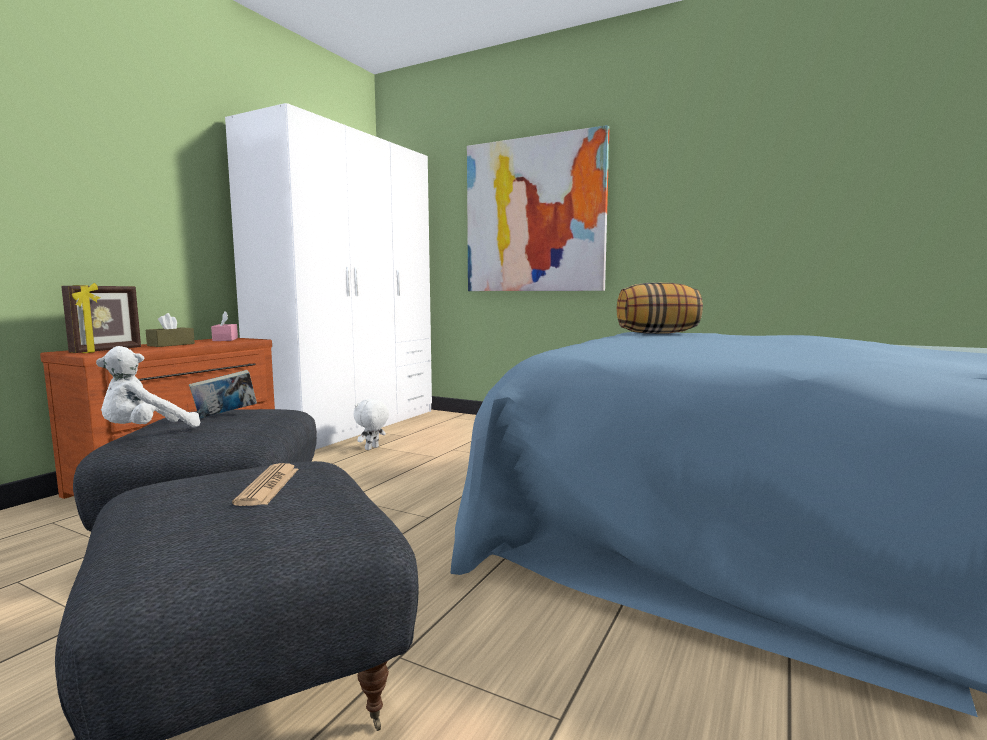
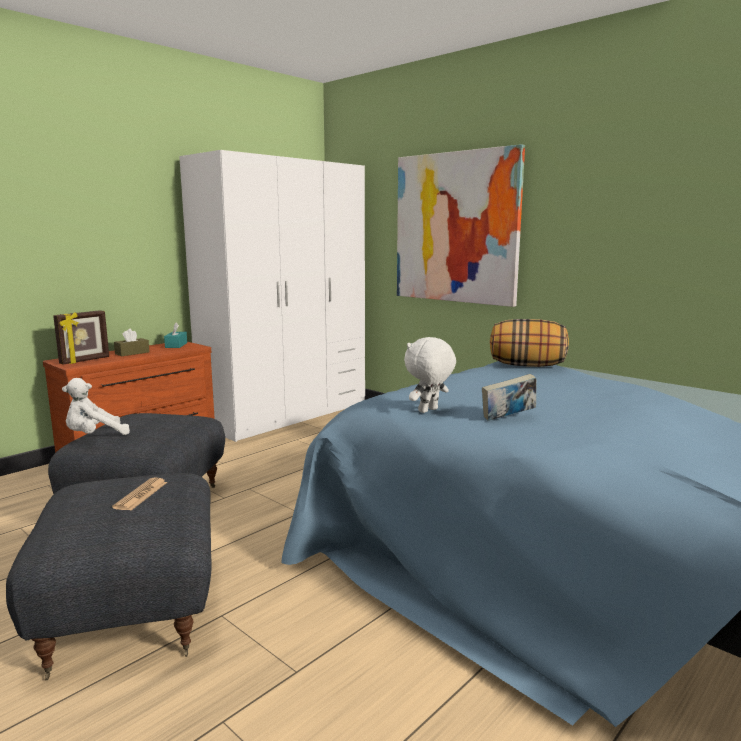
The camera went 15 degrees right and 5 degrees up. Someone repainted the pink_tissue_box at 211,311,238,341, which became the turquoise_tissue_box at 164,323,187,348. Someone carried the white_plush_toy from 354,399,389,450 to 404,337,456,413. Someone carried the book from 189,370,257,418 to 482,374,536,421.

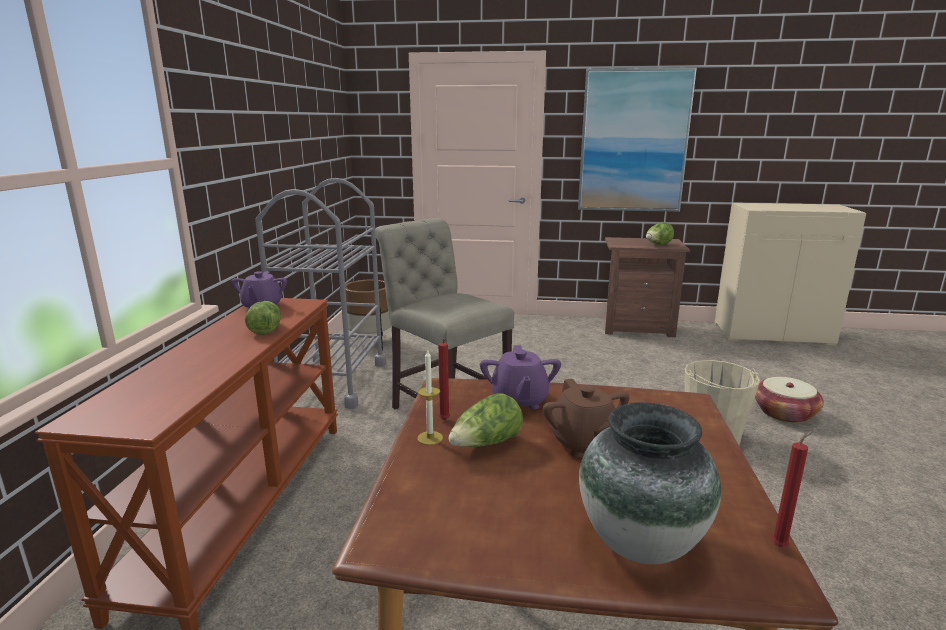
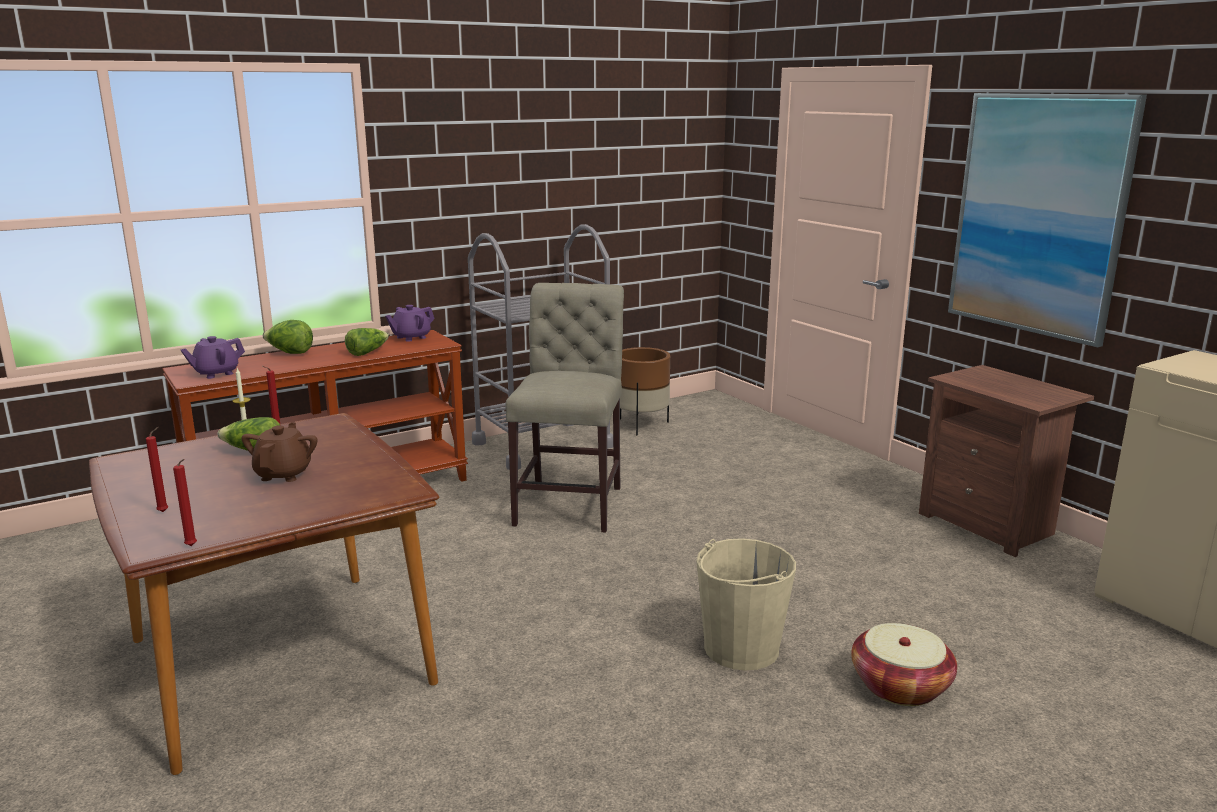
The camera went 50 degrees right and 0 degrees up. Someone swapped the vase at 579,402,721,564 for the red_candle at 146,427,168,512. Someone carried the purple_teapot from 480,345,561,409 to 181,336,245,379. Someone rotated the brown_teapot at 543,379,630,457 by 150 degrees clockwise. Someone carried the lettuce from 646,222,674,245 to 263,320,313,354.

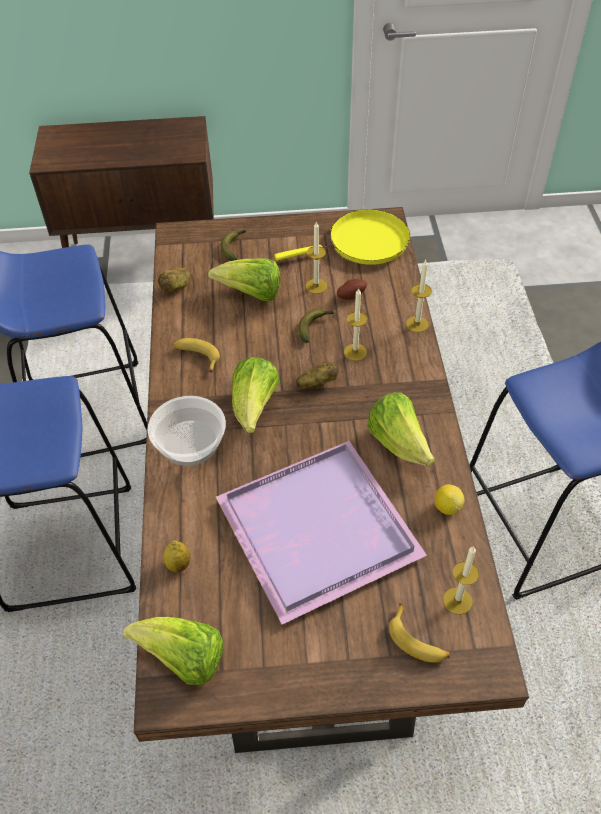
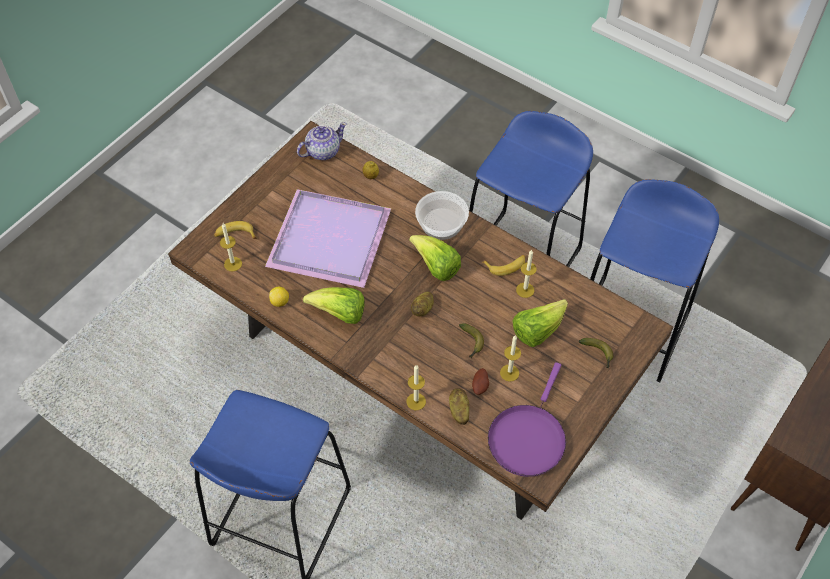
The camera went 130 degrees right and 5 degrees up. Someone swapped the lettuce at 123,617,224,685 for the teapot at 297,122,347,160. Someone carried the potato from 158,268,190,292 to 449,388,469,425. Someone repainted the yellow_frying_pan at 275,209,410,265, which became the purple_frying_pan at 488,362,566,477. Someone carried the candle from 344,288,367,361 to 516,249,537,298.

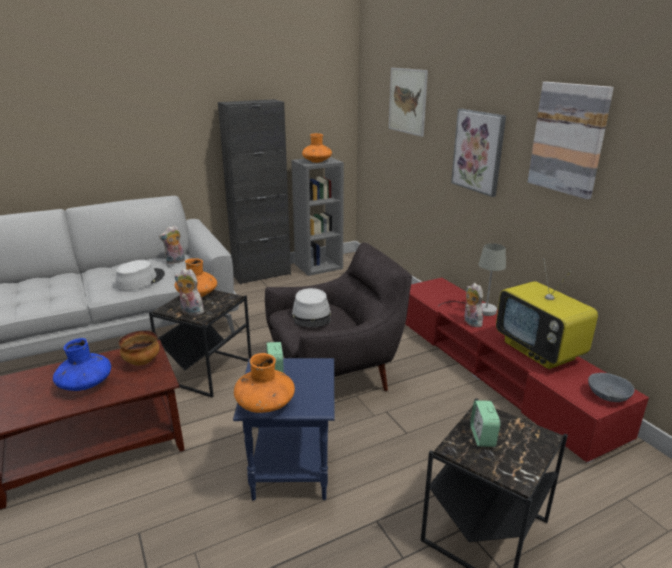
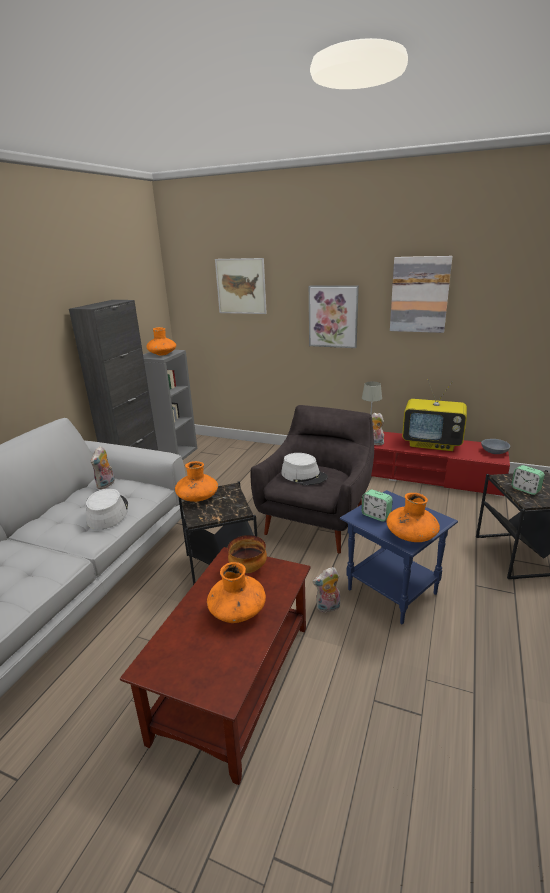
The camera went 40 degrees left and 0 degrees up. Someone repainted the blue_vase at 53,338,111,391, which became the orange_vase at 207,562,266,623. Someone carried the plush_toy from 175,268,204,315 to 313,567,340,613.

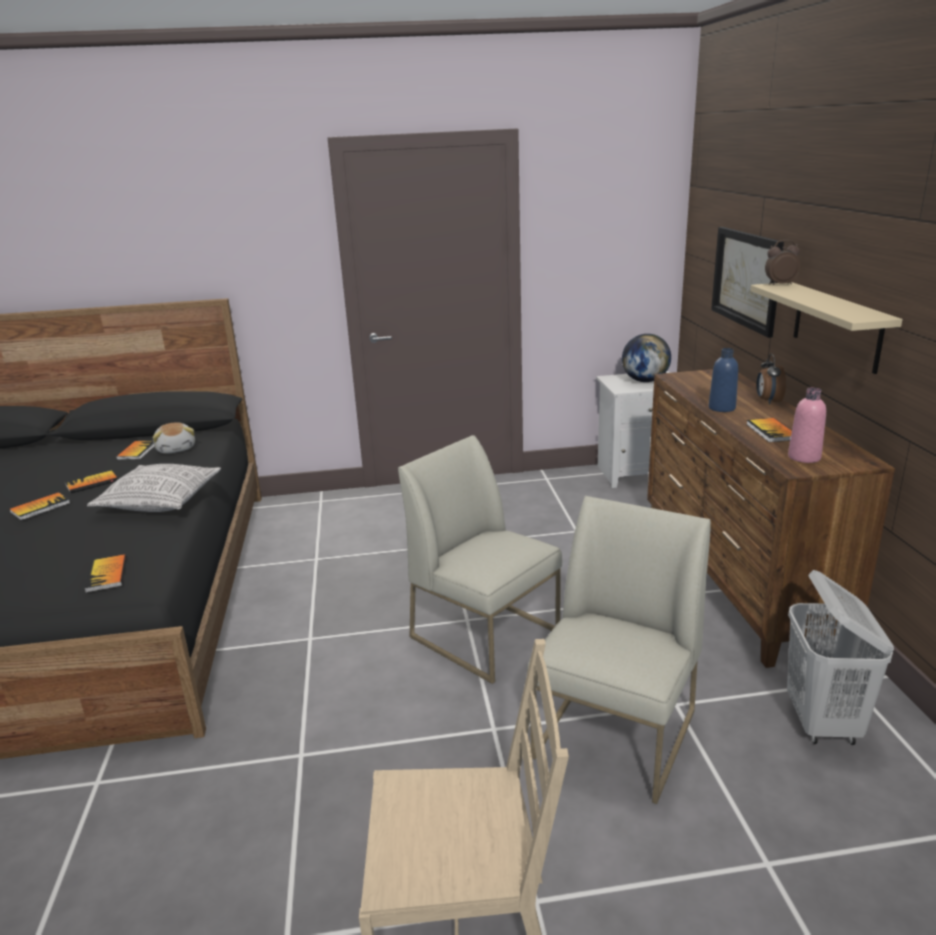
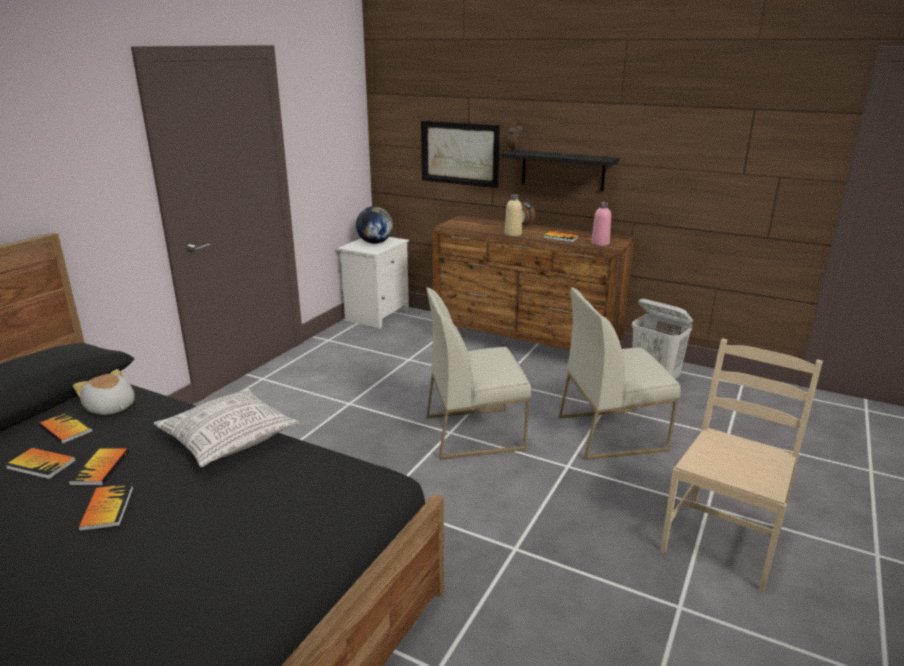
The camera went 55 degrees left and 0 degrees up. Someone carried the book from 84,554,127,593 to 5,448,76,479. Someone rotated the plush_toy at 152,422,195,454 by 150 degrees counterclockwise. Someone repainted the beige_shelf at 750,282,902,374, which became the black_shelf at 501,150,619,191. Someone repainted the blue_bottle at 709,348,738,412, which became the beige_bottle at 505,194,522,236. Someone rotated the white_chair at 527,496,711,804 by 75 degrees counterclockwise.

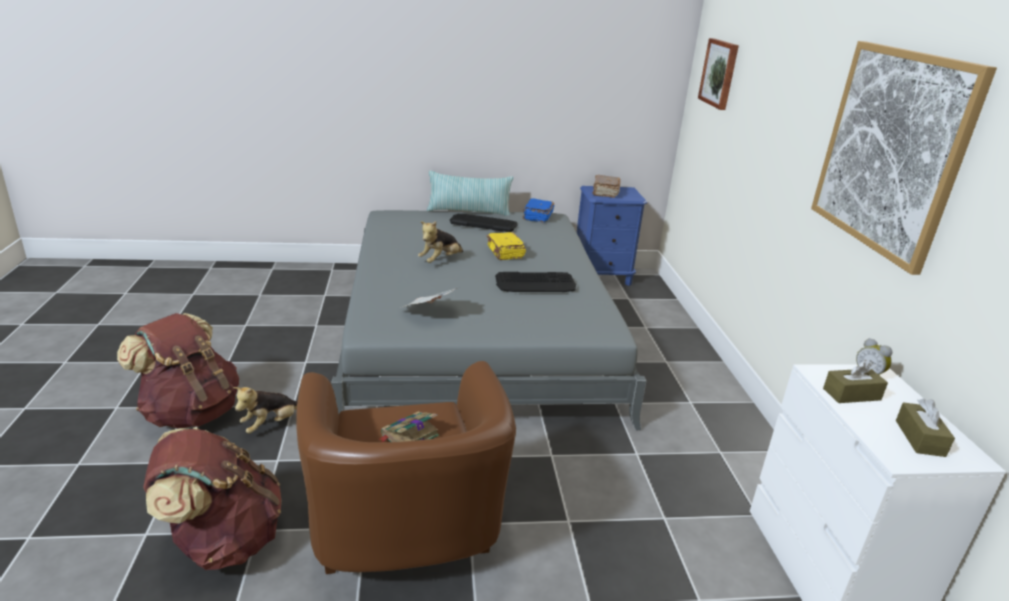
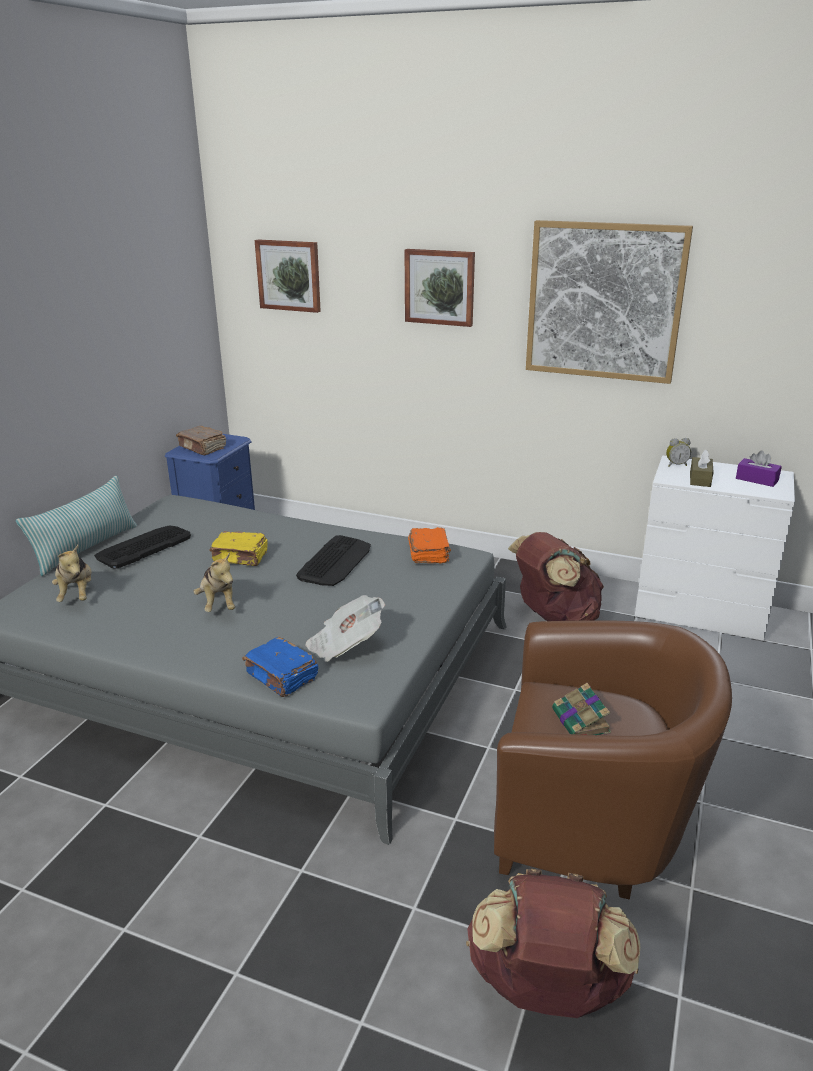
The camera went 60 degrees left and 0 degrees up. Someone carried the plush_toy from 233,387,297,434 to 52,545,91,602. Someone carried the blue_book from 523,199,554,223 to 242,637,318,697. Someone put up the picture at 405,249,475,327. Someone put down the orange_book at 408,527,451,564. Someone carried the brown_backpack from 117,313,239,428 to 508,532,604,621. Someone repainted the brown_tissue_box at 896,399,955,457, which became the purple_tissue_box at 736,450,782,487.

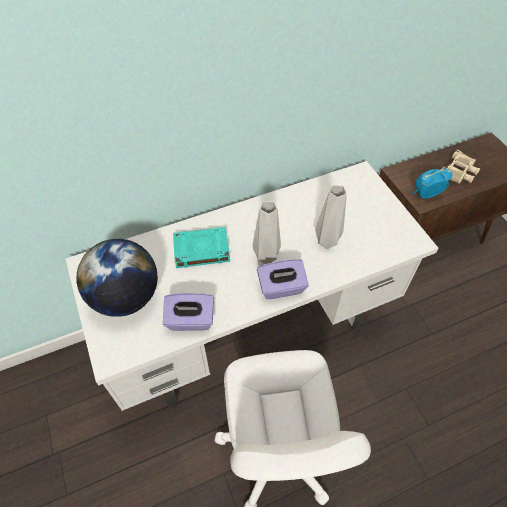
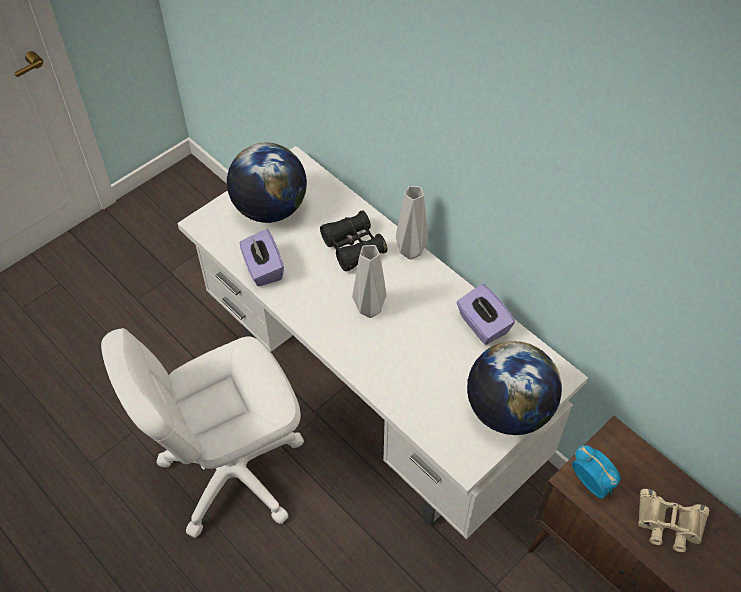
The camera went 70 degrees right and 0 degrees up. Someone swapped the turquoise_book at 173,227,230,268 for the black_binoculars at 320,210,387,271. Someone carried the grey_vase from 315,185,347,249 to 396,186,428,260. Someone carried the purple_tissue_box from 257,259,309,299 to 457,284,515,345. Someone put down the globe at 467,341,562,435.

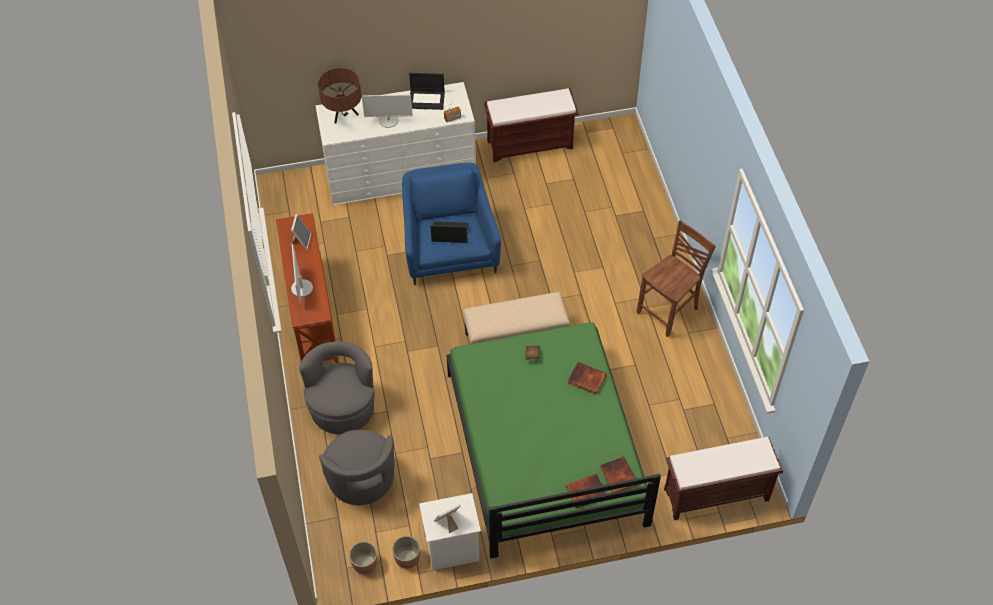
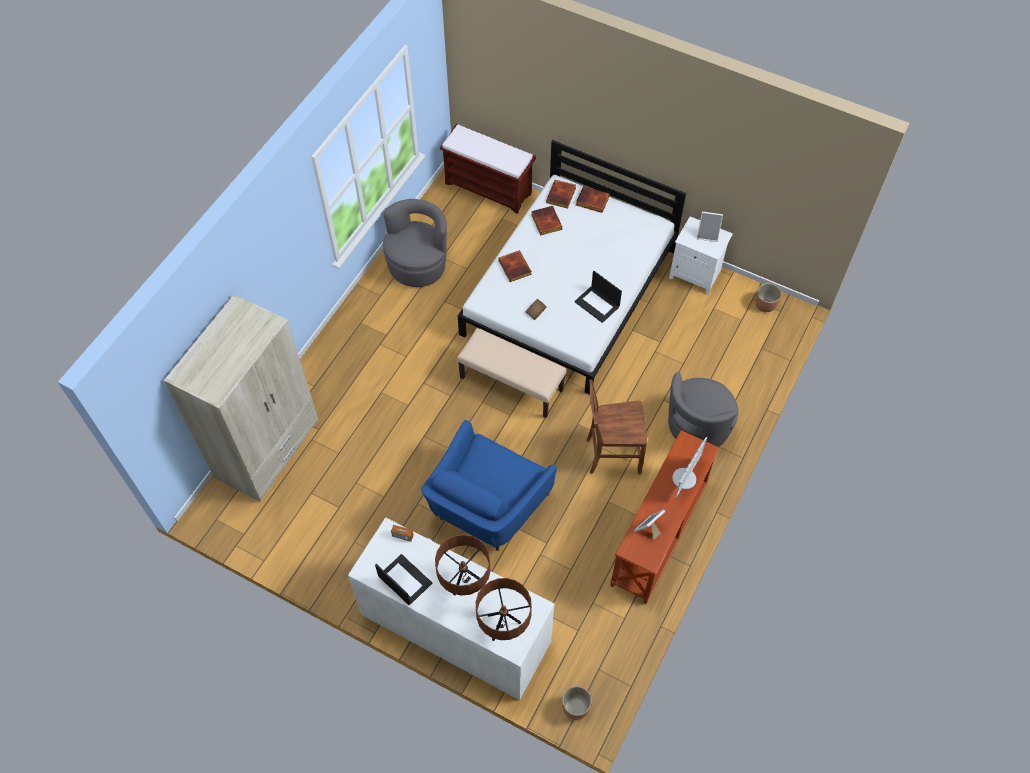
The camera went 140 degrees left and 5 degrees up. Someone put down the beige_wardrobe at 164,294,318,502. Someone carried the grey_armchair from 319,430,394,505 to 383,199,447,287. Someone swapped the monitor at 362,95,413,128 for the brown_table_lamp at 435,534,490,596. Someone repainted the green_bed at 446,322,661,559, which became the white_bed at 458,140,686,395. Someone put down the book at 531,206,562,236. Someone carried the planter from 392,536,420,569 to 562,686,592,720. Someone carried the laptop from 430,222,469,243 to 575,271,622,323. Someone carried the brown_chair from 636,220,716,337 to 586,379,647,475. Someone took away the brown_bench at 484,88,579,162.

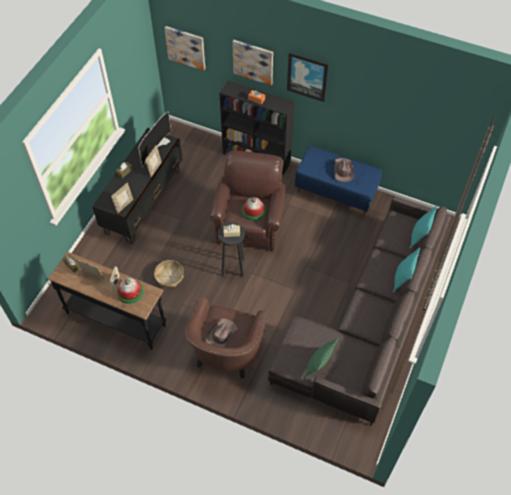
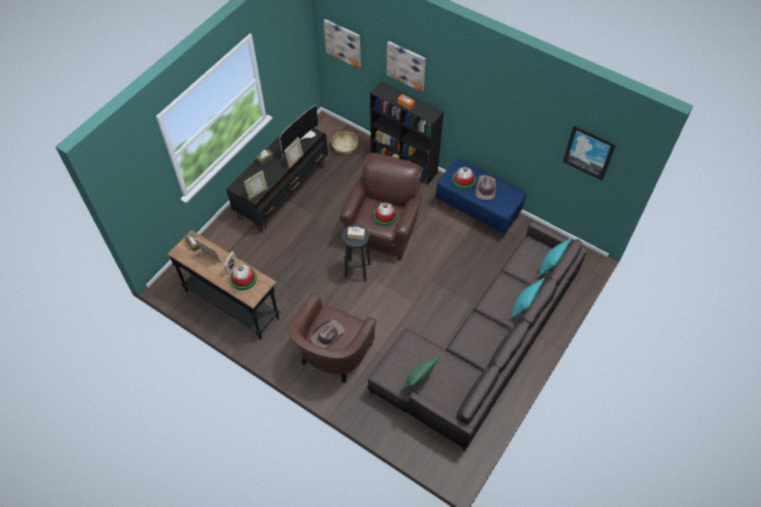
The camera went 10 degrees right and 0 degrees up. Someone carried the basket from 154,260,184,287 to 332,131,358,155. Someone put down the hat at 453,167,476,190. Someone carried the picture from 287,52,329,102 to 563,125,616,181.

